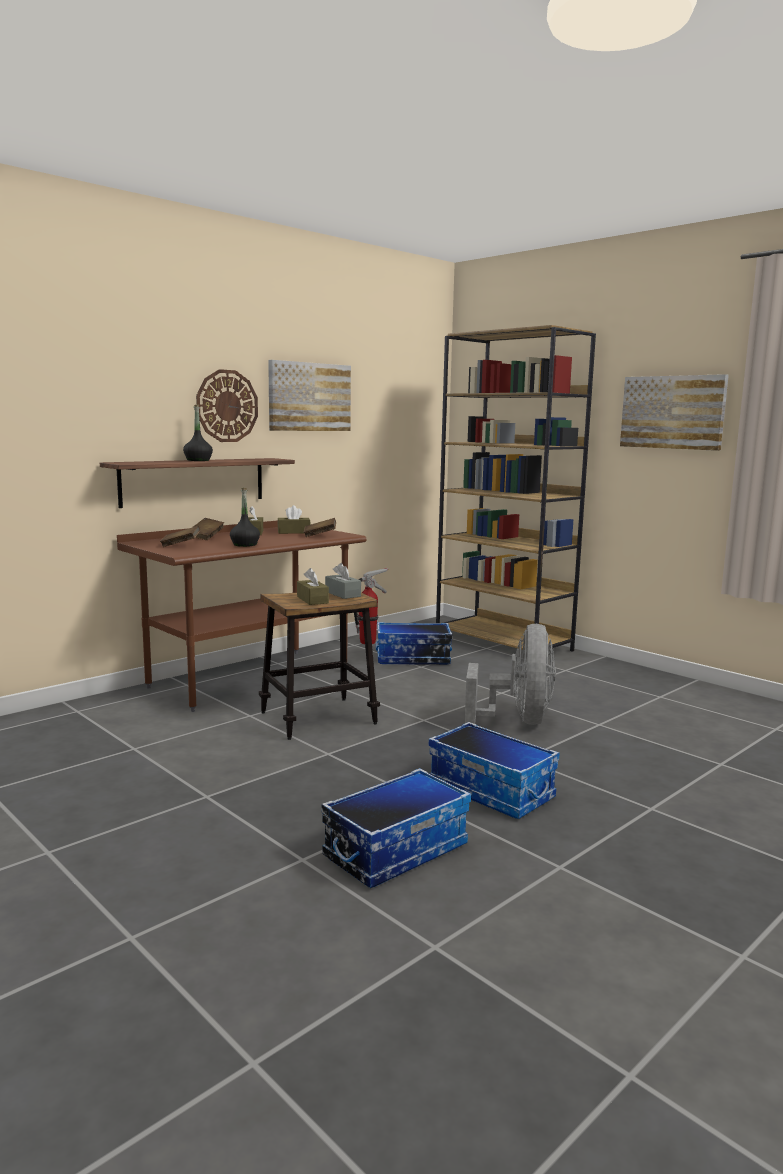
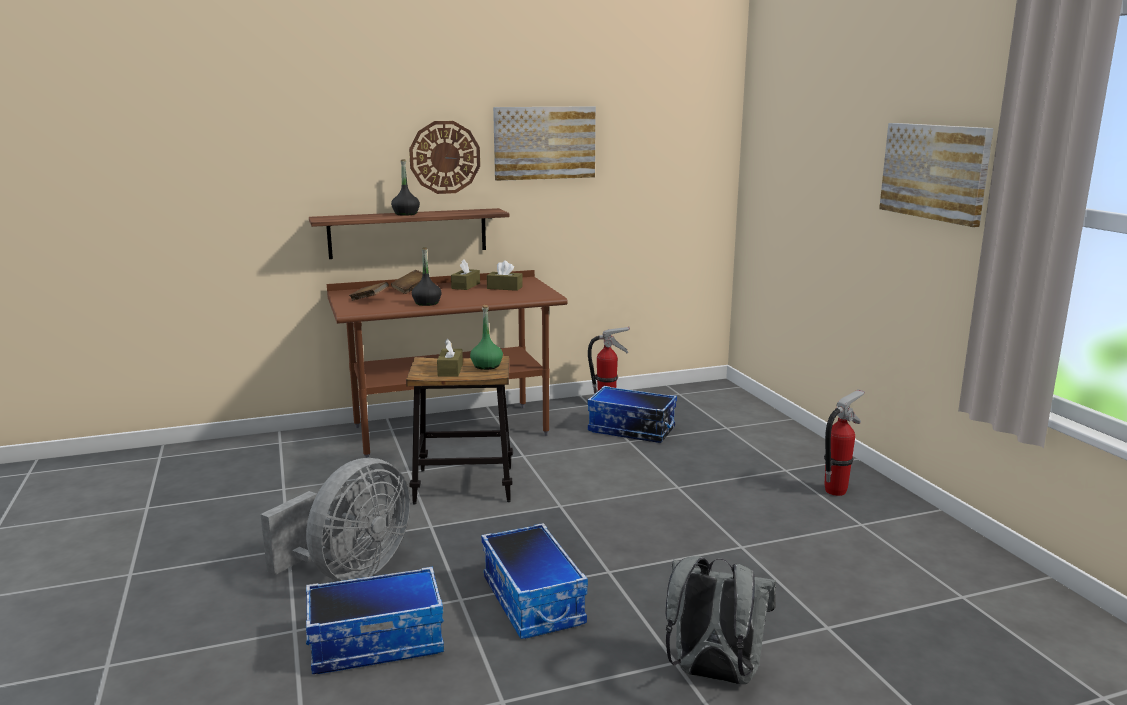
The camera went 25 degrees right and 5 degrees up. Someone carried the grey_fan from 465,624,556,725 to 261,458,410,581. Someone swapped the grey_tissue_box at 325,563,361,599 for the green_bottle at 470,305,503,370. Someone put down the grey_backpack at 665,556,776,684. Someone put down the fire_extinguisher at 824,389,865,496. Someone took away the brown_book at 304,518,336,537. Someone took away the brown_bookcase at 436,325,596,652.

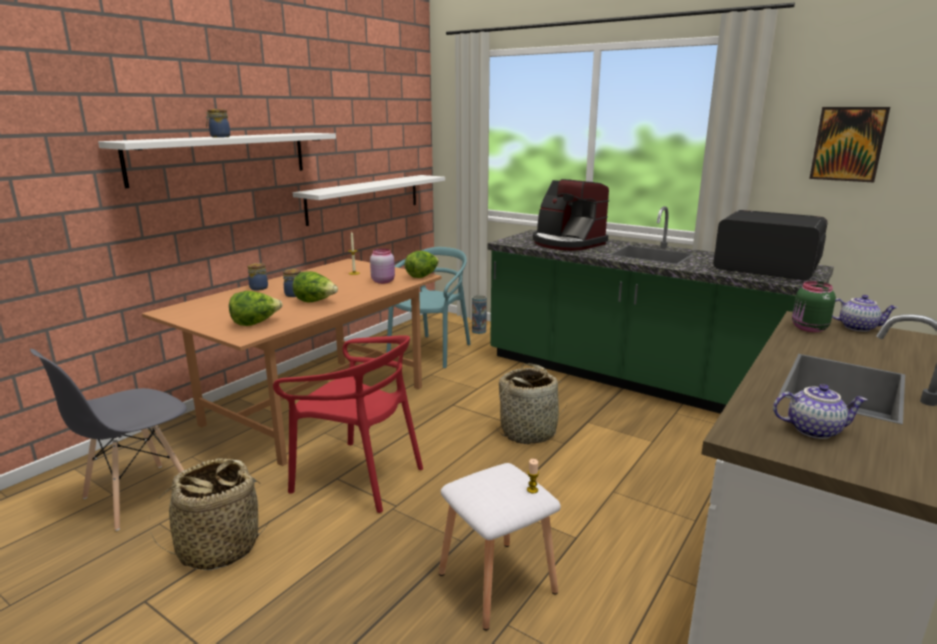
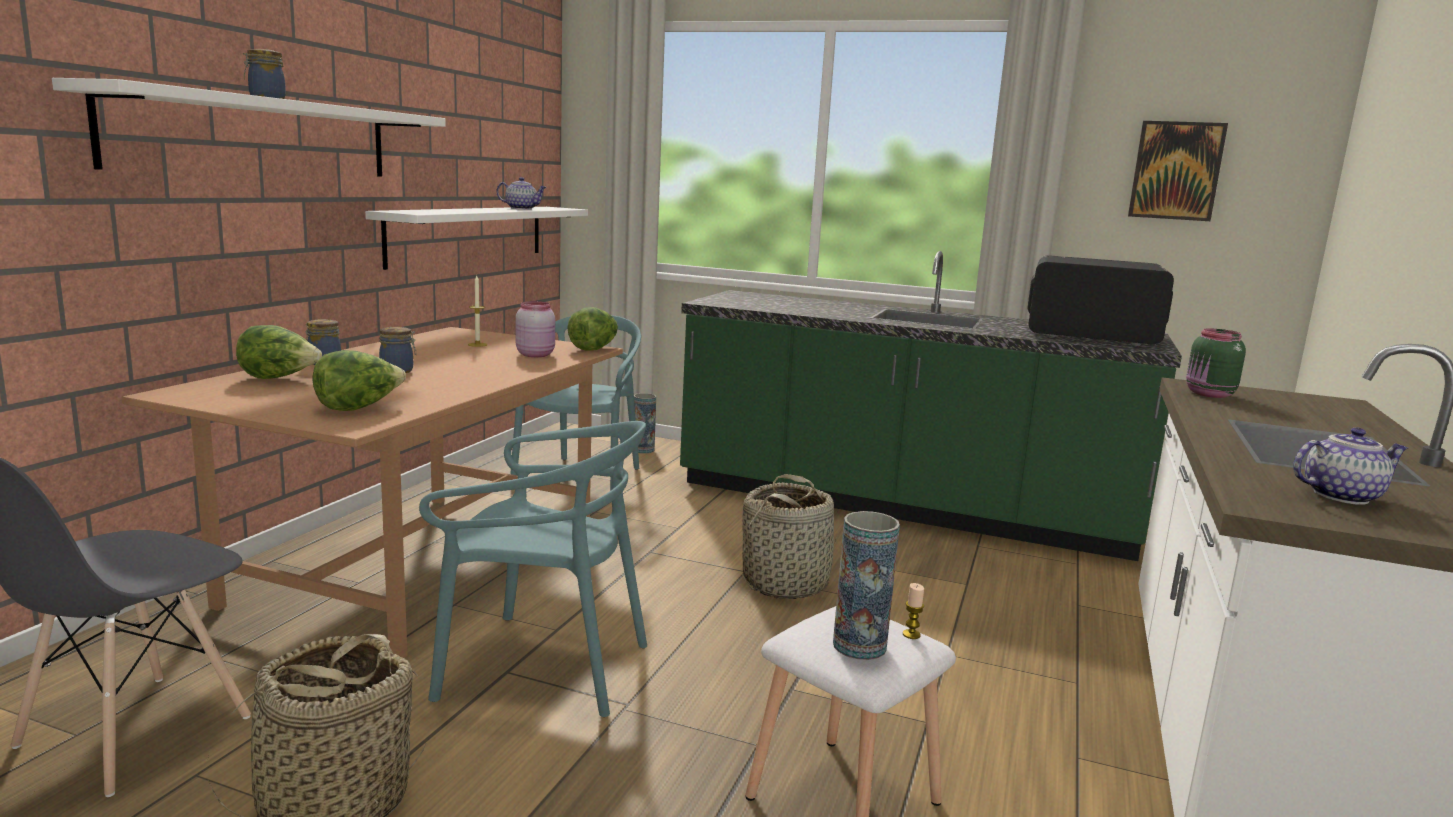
The camera went 15 degrees left and 5 degrees down. Someone carried the lettuce from 293,271,338,303 to 236,325,322,379. Someone repainted the red_chair at 273,335,423,513, which became the turquoise_chair at 419,421,647,717. Someone carried the teapot from 832,295,898,332 to 496,177,547,210. Someone put down the vase at 833,511,900,660. Someone took away the coffee_machine at 533,179,609,251.

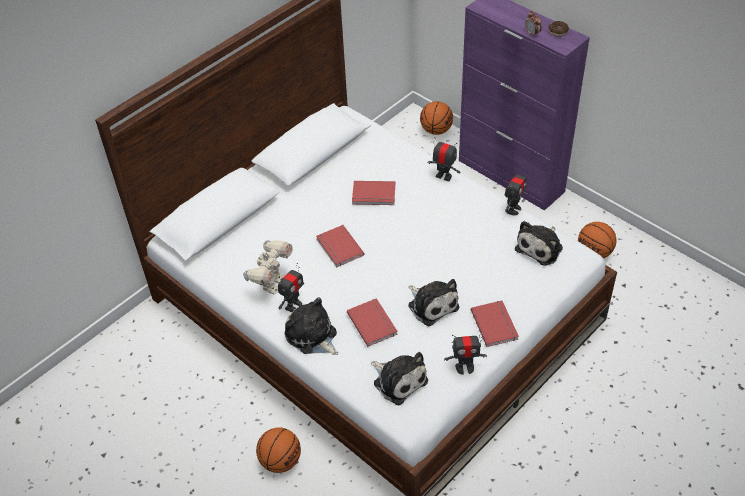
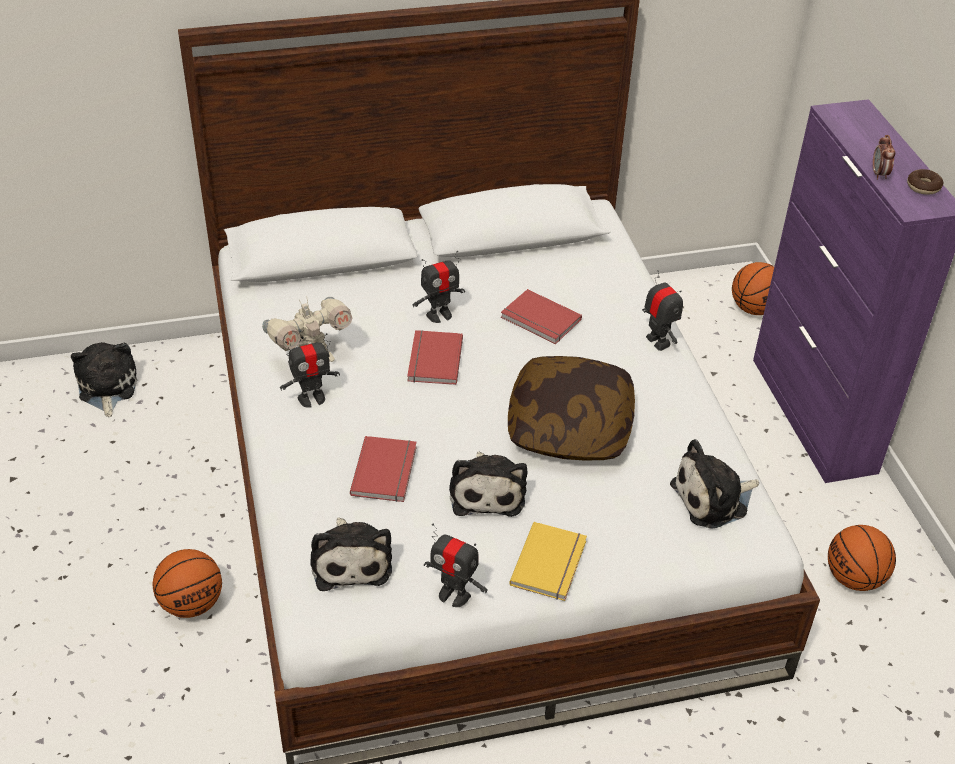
The camera went 30 degrees right and 5 degrees down. Someone carried the plush_toy from 285,297,339,355 to 71,342,138,417. Someone carried the toy_robot from 505,167,527,215 to 413,251,465,323. Someone put down the pillow at 508,356,635,461. Someone repainted the red_book at 471,300,519,347, which became the yellow_book at 509,522,587,601.

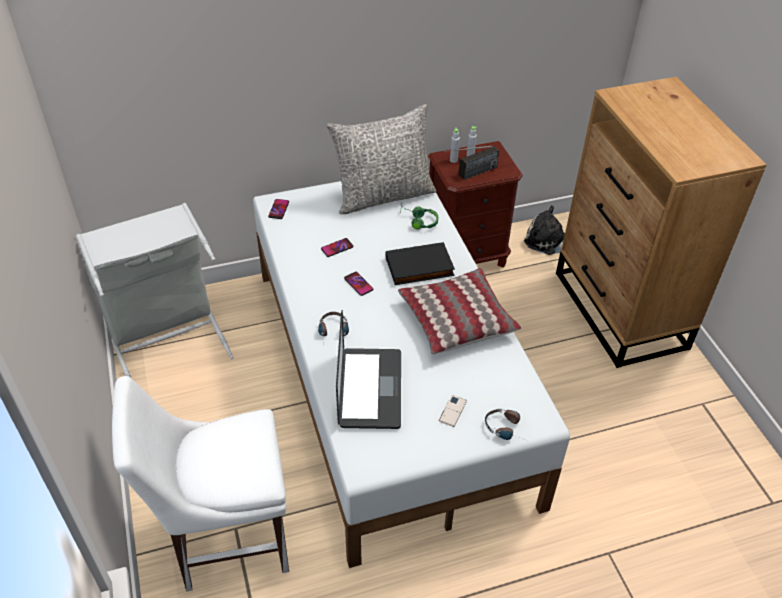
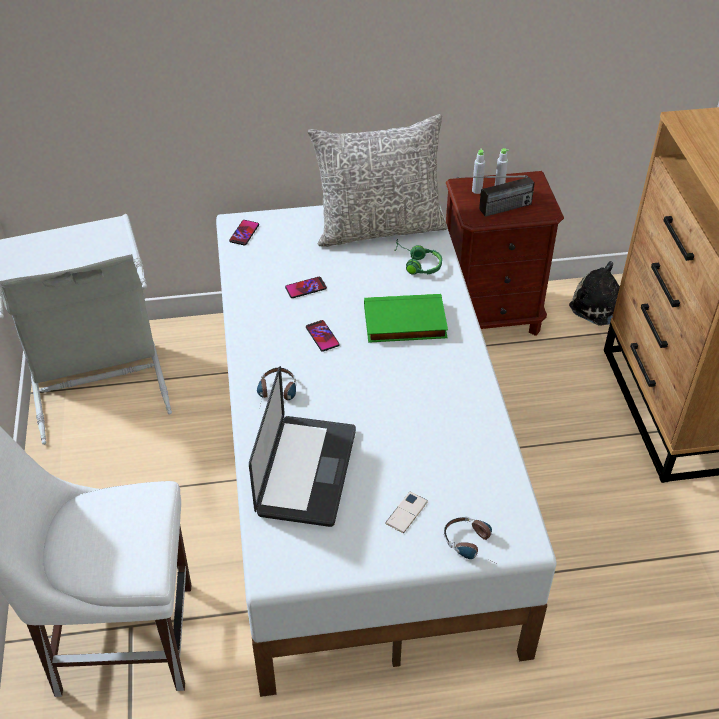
The camera went 10 degrees right and 0 degrees up. Someone repainted the black_book at 386,242,455,285, which became the green_book at 364,294,448,343. Someone took away the pillow at 398,268,521,355.

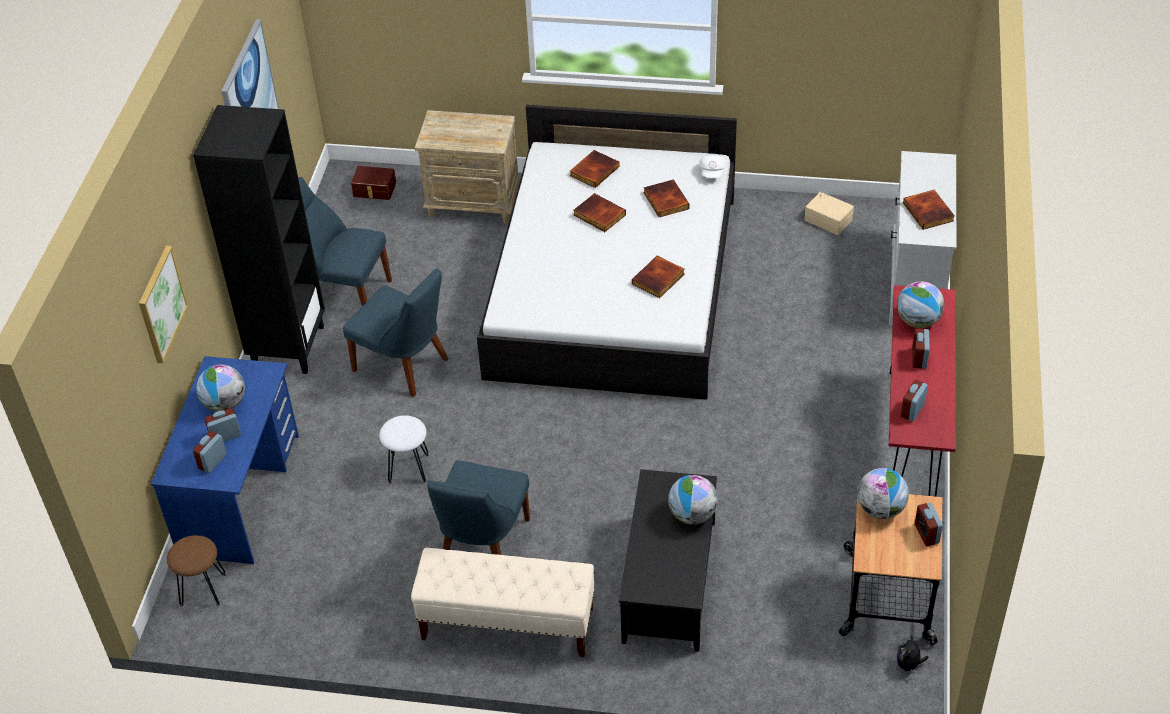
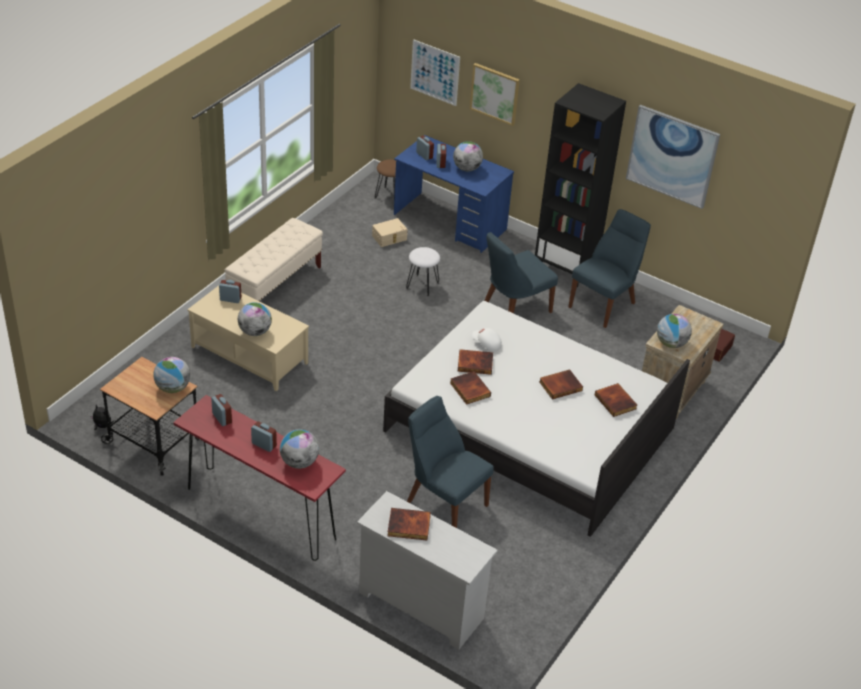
The camera went 110 degrees right and 5 degrees down. Someone repainted the black_coffee_table at 619,469,717,652, which became the beige_coffee_table at 187,286,309,391. Someone carried the alarm_clock from 915,502,943,546 to 219,280,241,303. Someone carried the beige_storage_box from 805,192,854,235 to 372,218,408,247. Someone carried the blue_chair from 427,460,530,555 to 407,396,494,528. Someone put up the picture at 410,39,460,106. Someone carried the book from 643,179,689,217 to 457,349,493,375. Someone carried the white_cap from 699,155,727,178 to 472,328,502,352. Someone put down the globe at 657,314,692,348.

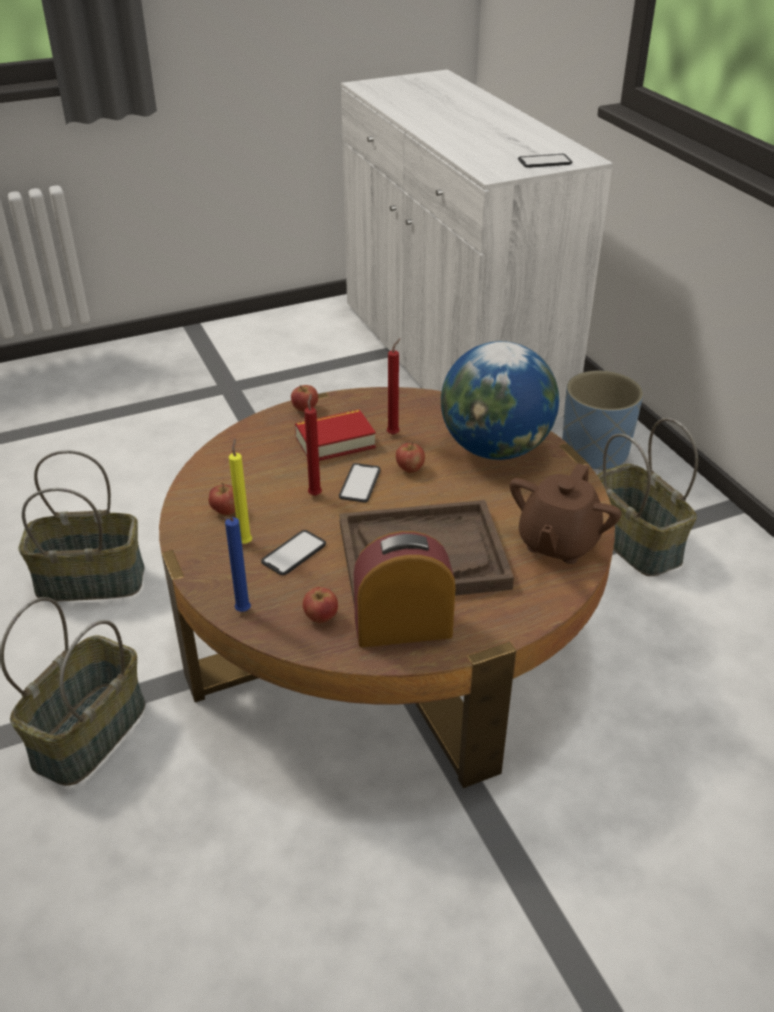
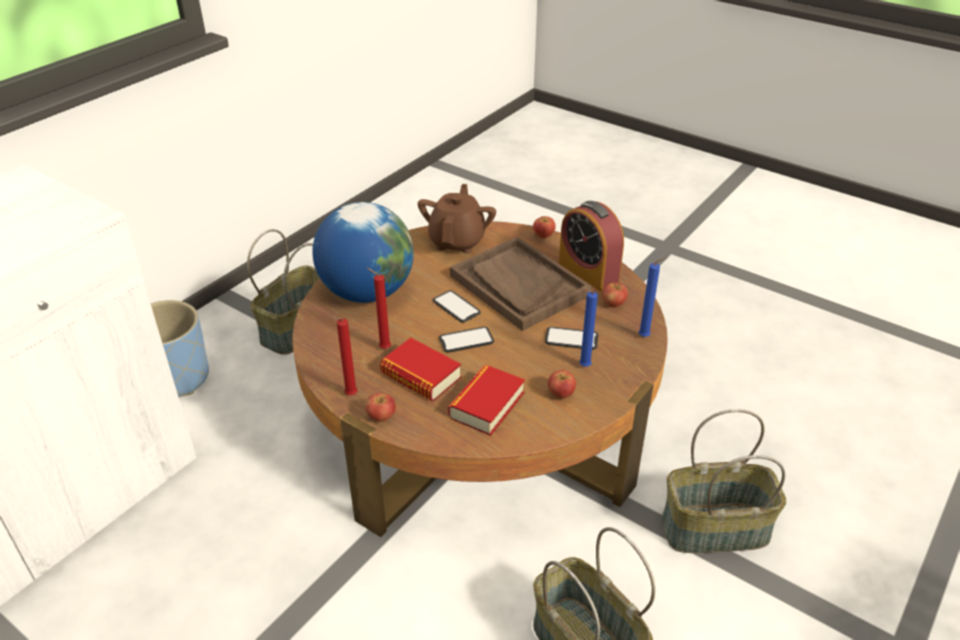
The camera went 120 degrees left and 0 degrees up. Someone carried the red_candle from 304,394,322,496 to 330,316,357,395. Someone rotated the brown_teapot at 510,463,621,564 by 75 degrees counterclockwise. Someone carried the phone from 518,154,572,168 to 433,290,481,322. Someone put down the book at 448,365,525,436. Someone carried the apple from 396,442,425,473 to 533,216,556,239. Someone repainted the yellow_candle at 229,438,252,544, which became the blue_candle at 579,289,598,367.

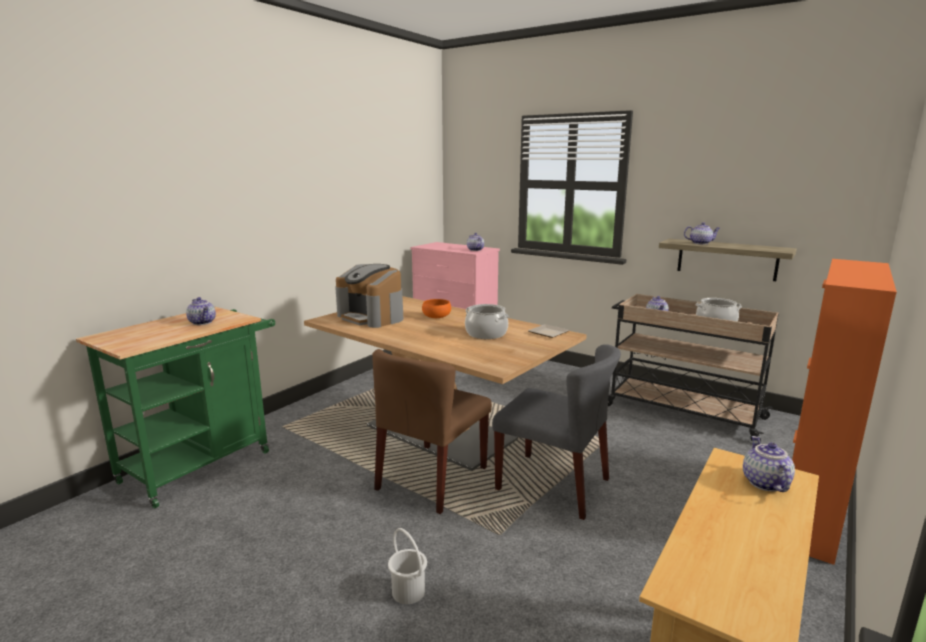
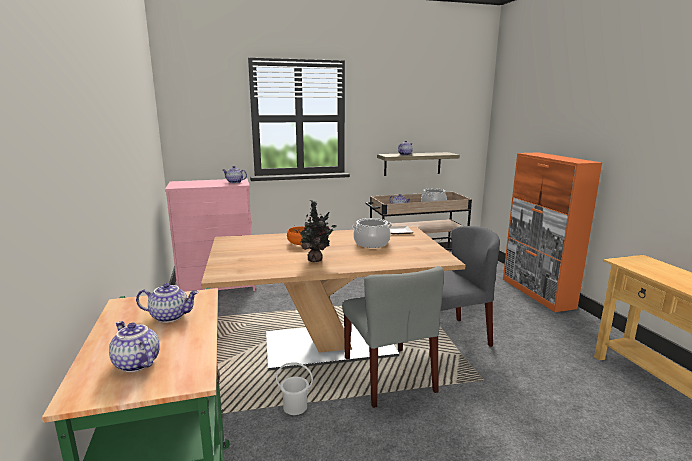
The camera went 50 degrees left and 0 degrees up. Someone carried the teapot from 743,436,795,492 to 109,321,160,372. Someone carried the white_bucket from 388,528,427,604 to 276,362,313,415. Someone put down the potted_plant at 294,200,337,262. Someone repainted the brown_chair at 372,349,492,514, which became the grey_chair at 342,266,444,408. Someone took away the coffee_machine at 335,264,403,328.

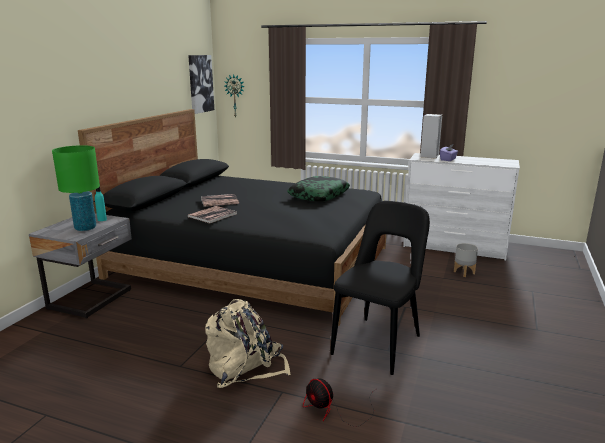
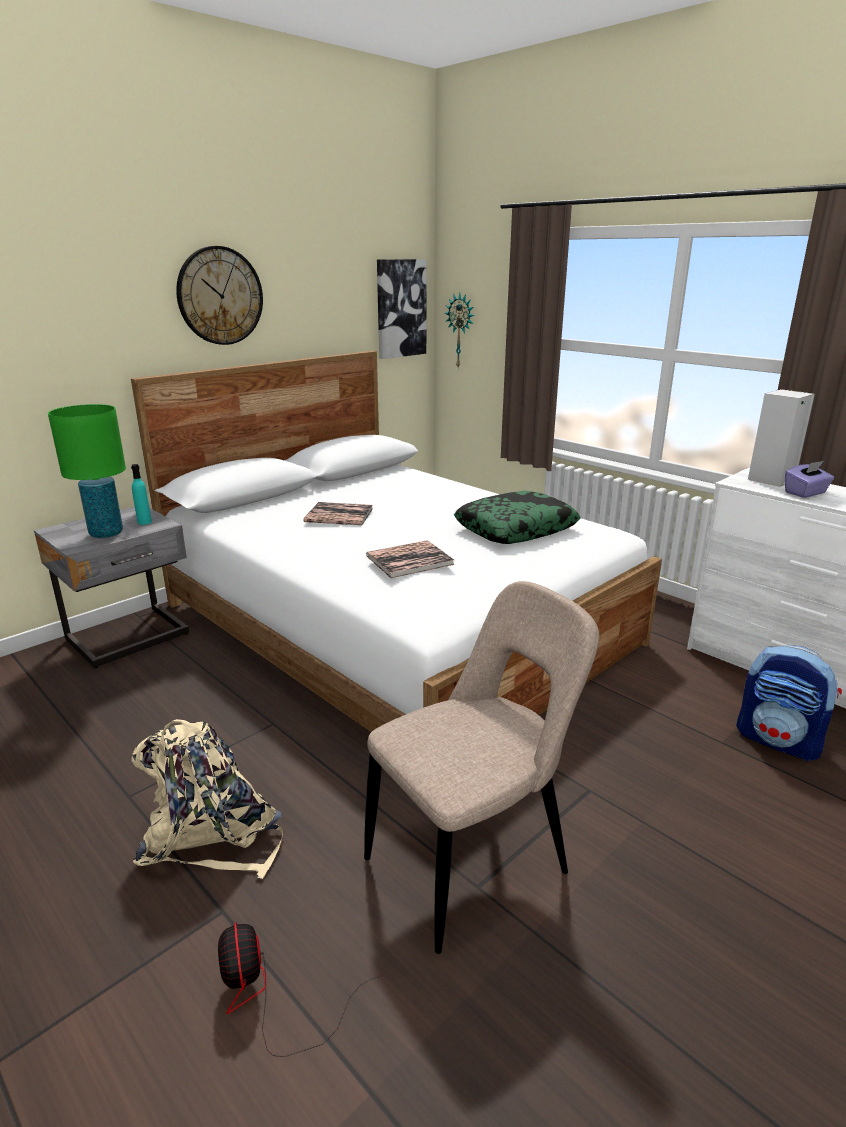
The camera went 25 degrees right and 5 degrees up. Someone repainted the black_bed at 78,109,386,326, which became the white_bed at 131,351,662,732. Someone put up the wall_clock at 176,246,263,345. Someone repainted the black_chair at 331,201,430,375, which became the beige_chair at 364,581,599,954. Someone carried the book from 188,206,237,224 to 366,540,455,578. Someone swapped the grey_planter at 454,243,478,277 for the backpack at 736,645,842,761.

